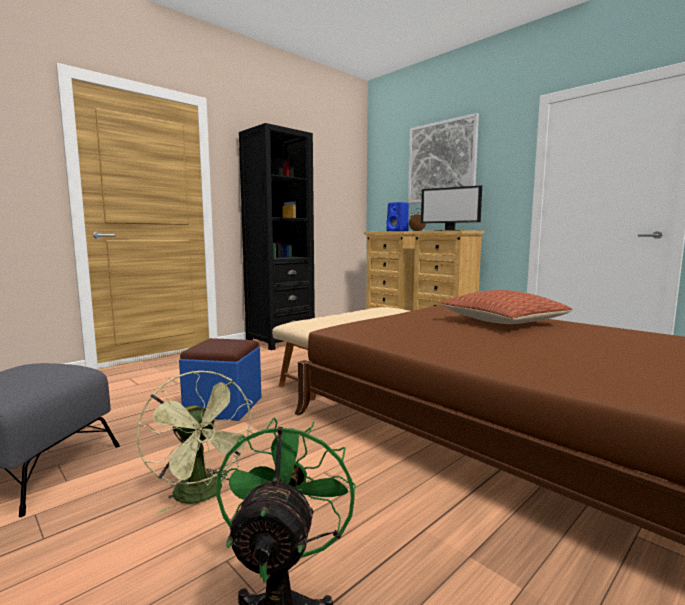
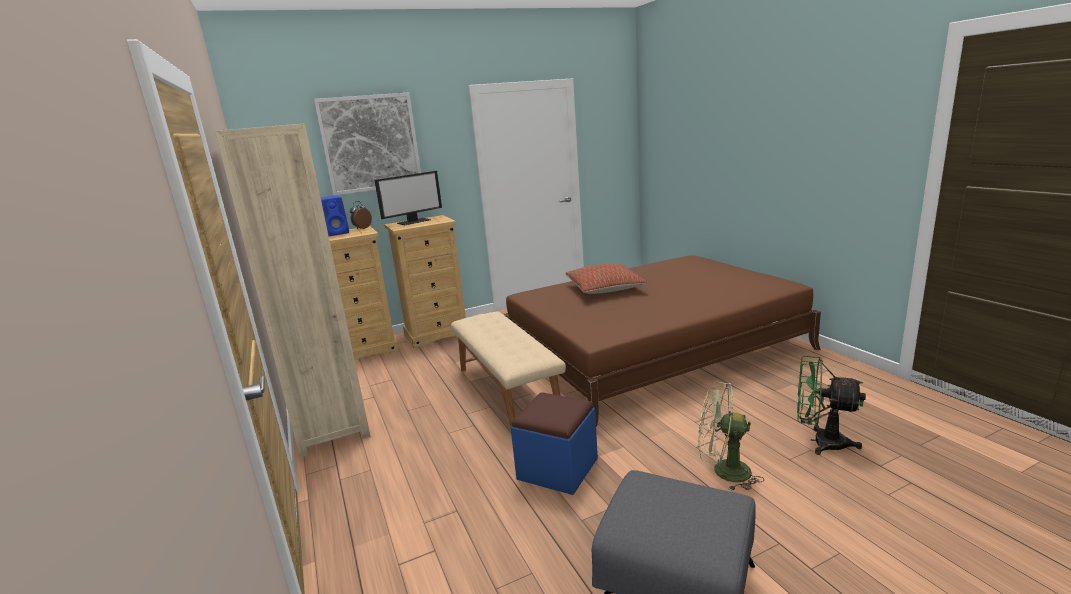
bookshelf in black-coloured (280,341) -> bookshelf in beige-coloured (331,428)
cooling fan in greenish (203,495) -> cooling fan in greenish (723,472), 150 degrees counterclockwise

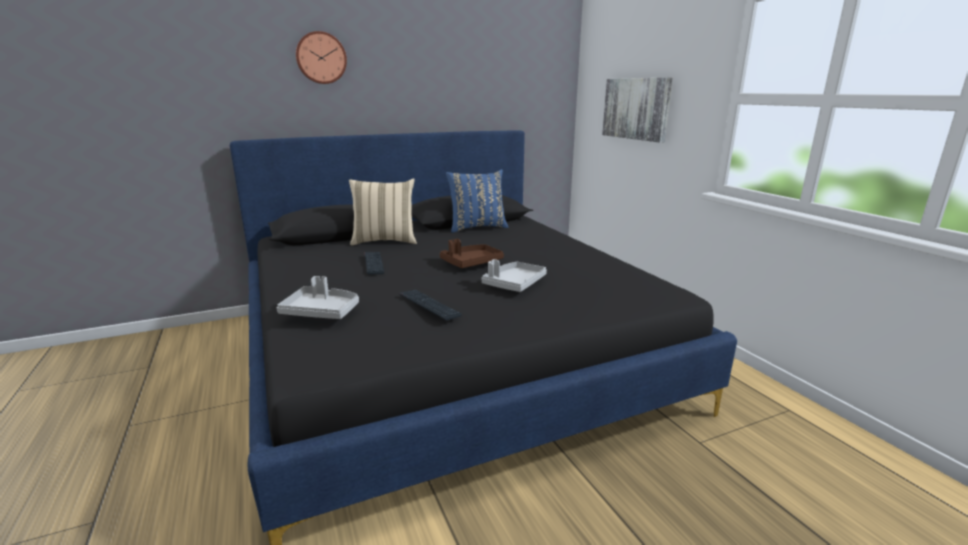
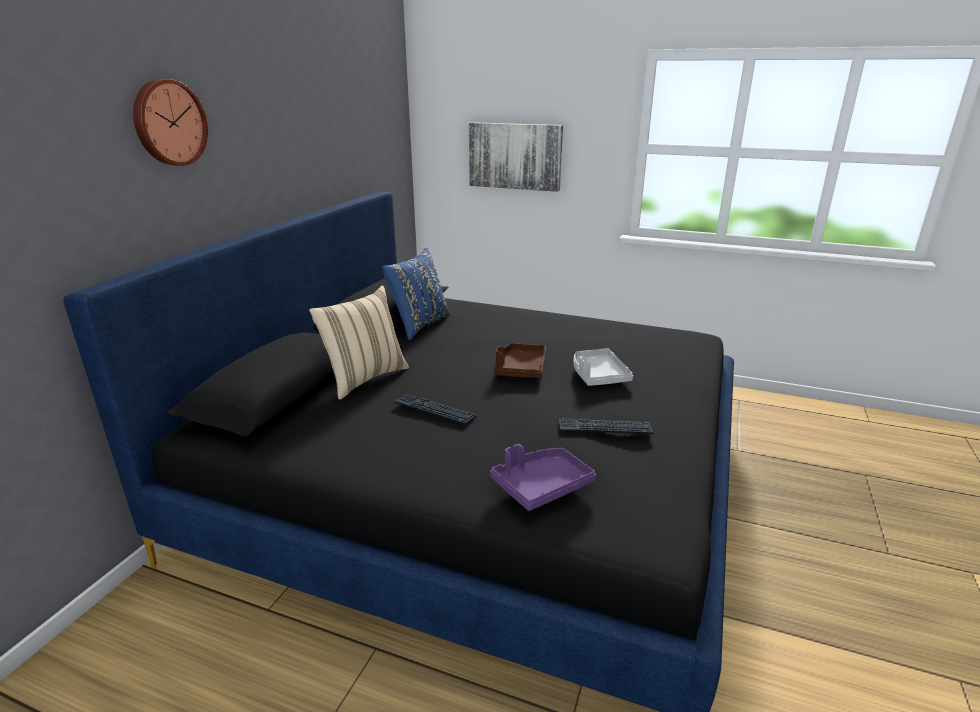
carrying tray in greyish (321,312) -> carrying tray in purple-coloured (541,486)

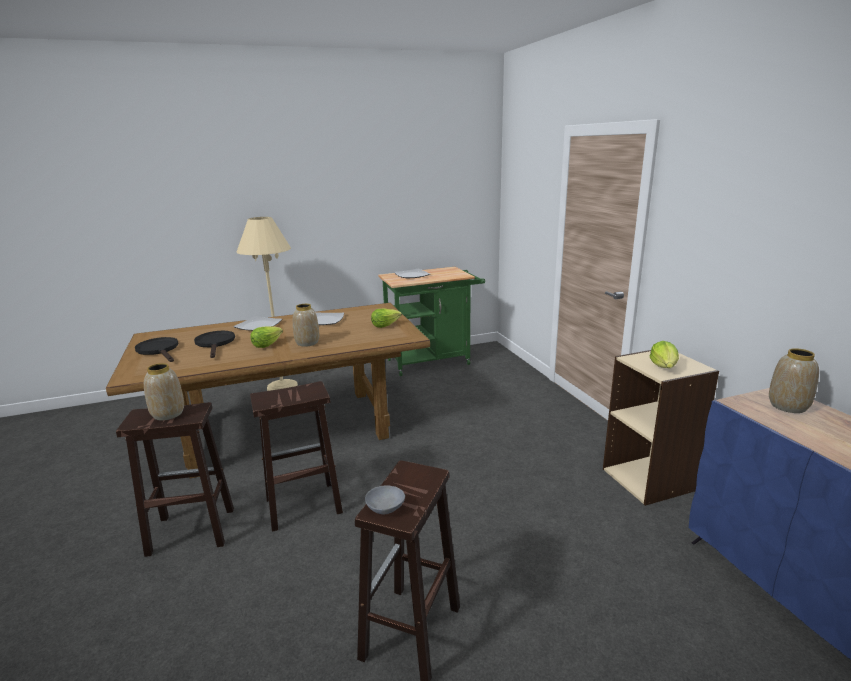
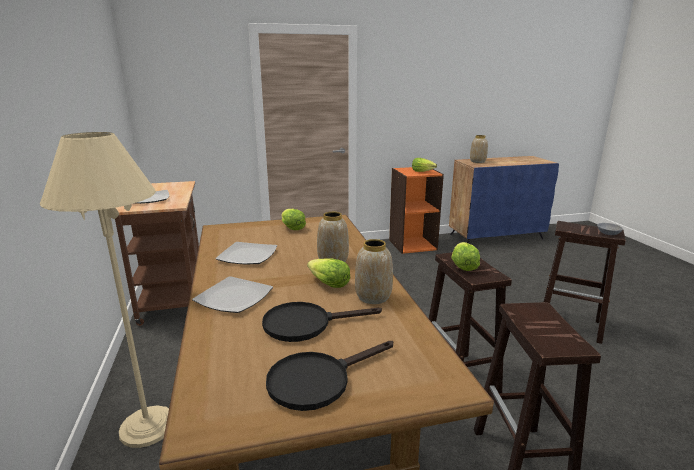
none -> head of lettuce (463,265)
flower vase (168,414) -> flower vase (373,297), shifted
cart in greenish (433,361) -> cart in brown-coloured (174,296)
bookshelf in beige-coloured (649,479) -> bookshelf in orange-coloured (412,244)

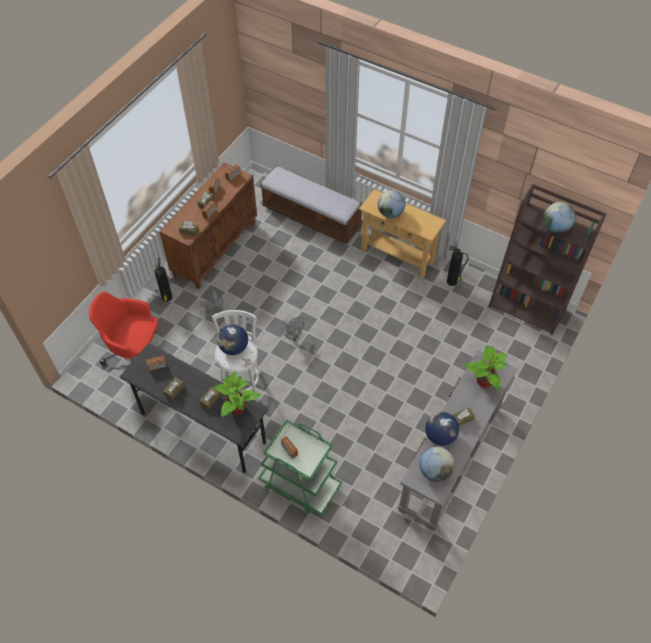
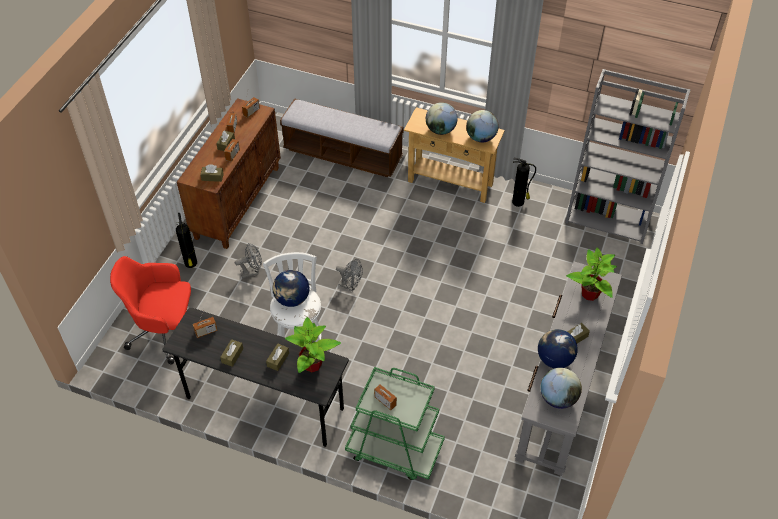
globe (555,227) -> globe (481,138), shifted
bookshelf in brown-coloured (528,307) -> bookshelf in greyish (609,218)

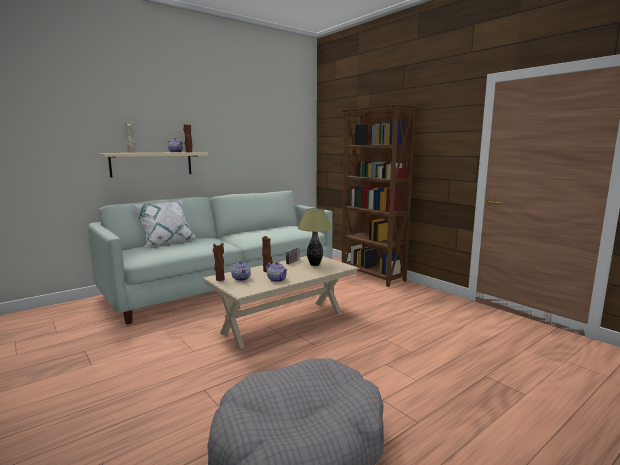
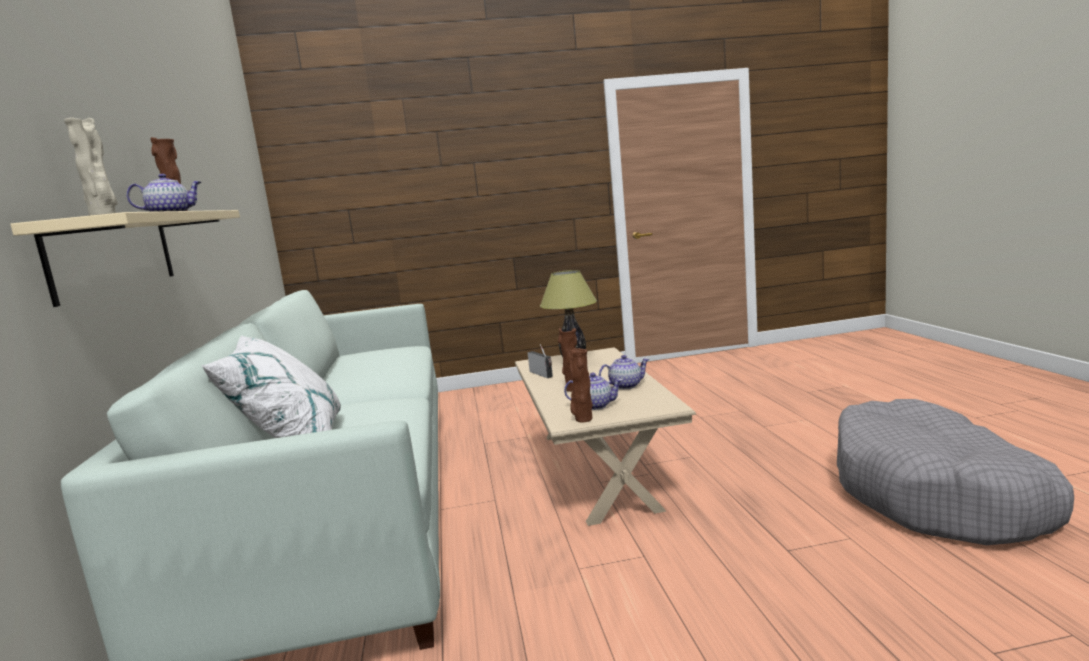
bookshelf in brown-coloured (372,276) -> none

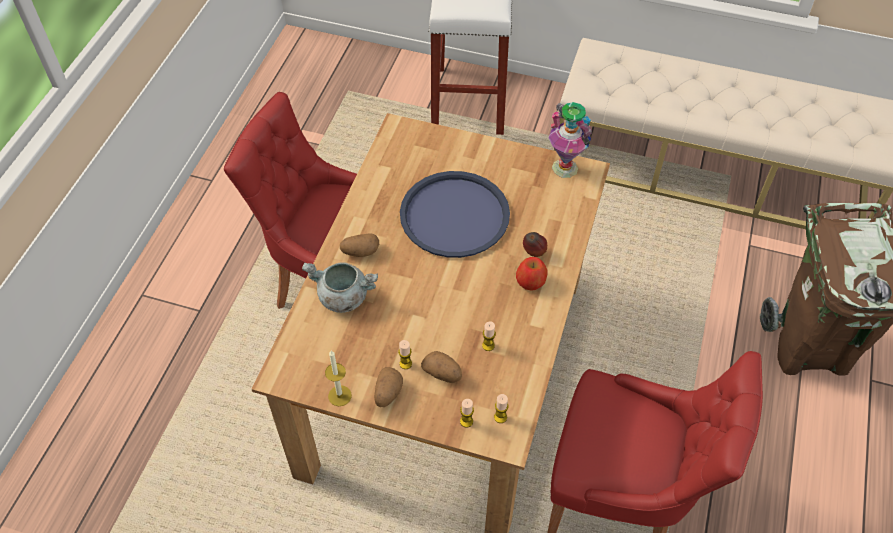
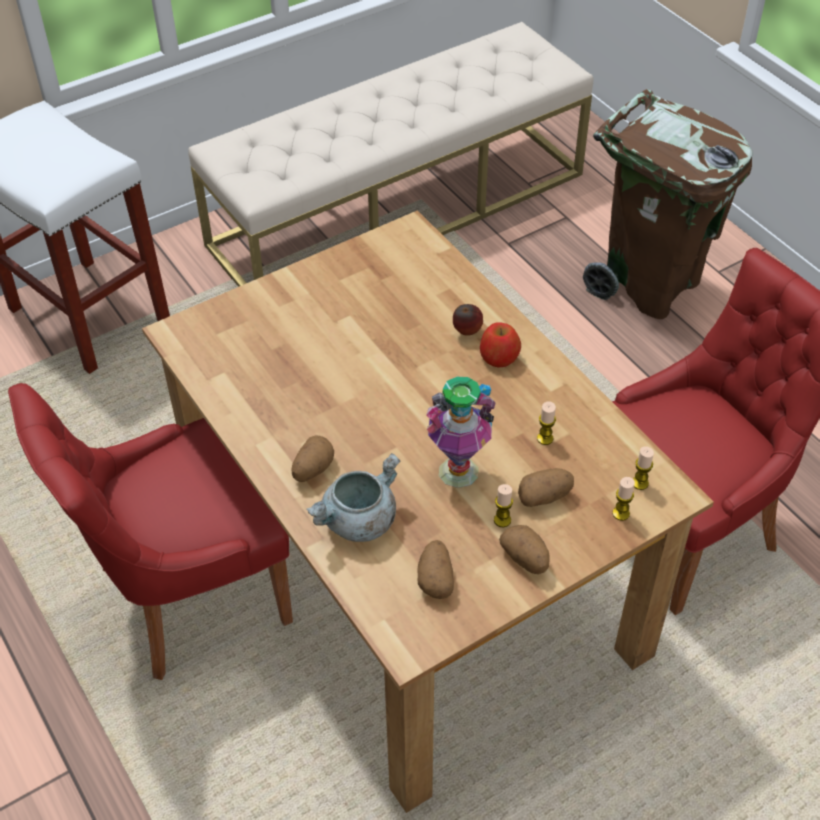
wax light (339,395) -> none
carrying tray in blue (455,215) -> none
none -> whole potato (436,579)
flower vase (565,167) -> flower vase (458,471), shifted

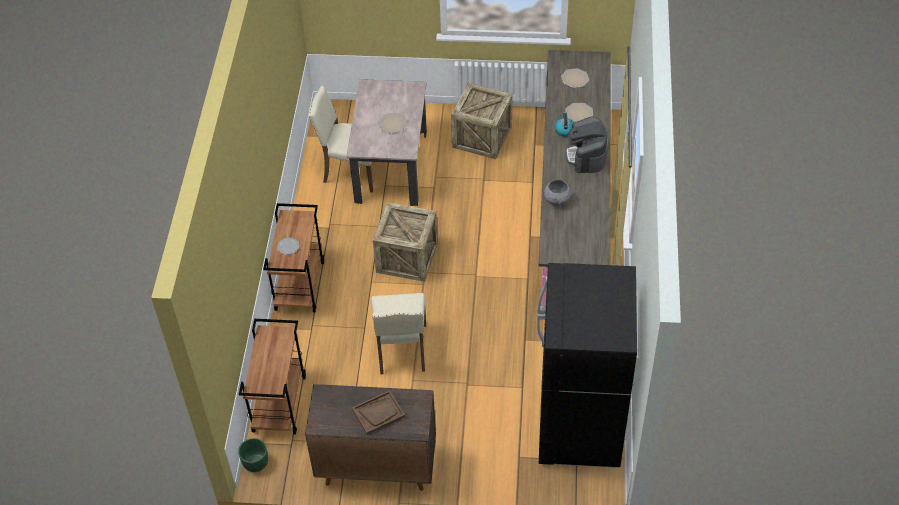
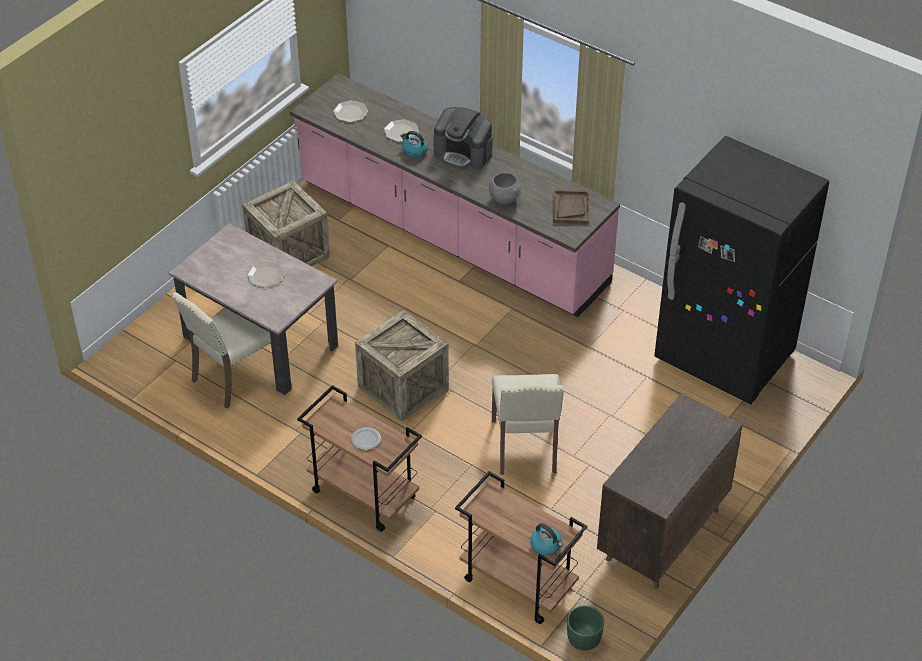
none -> water kettle (546,545)
carrying tray in brown-coloured (378,413) -> carrying tray in brown-coloured (570,208), shifted
upright chair in beige-coloured (401,350) -> upright chair in beige-coloured (526,447), 60 degrees clockwise

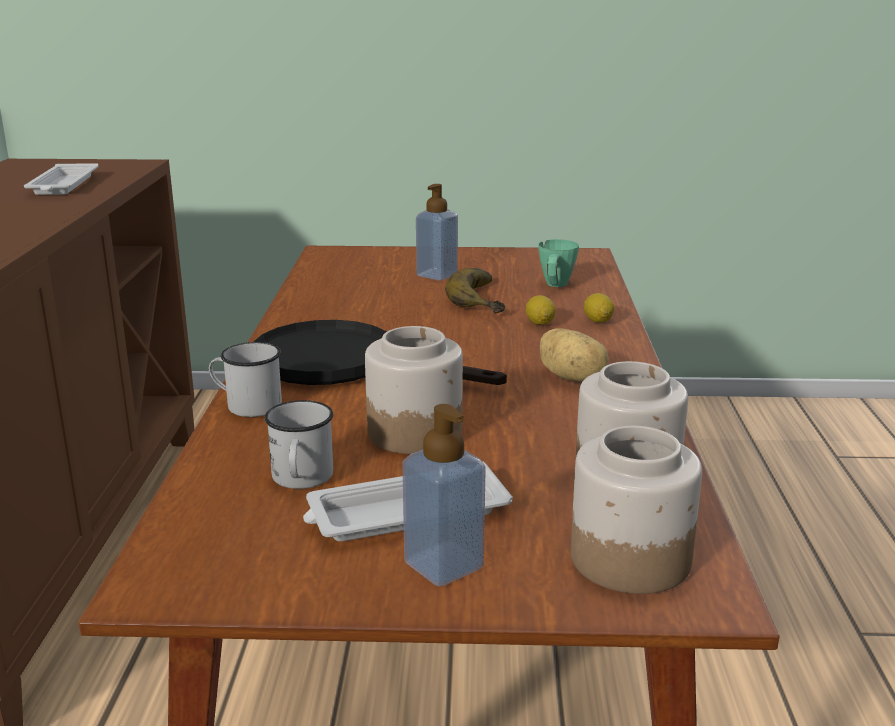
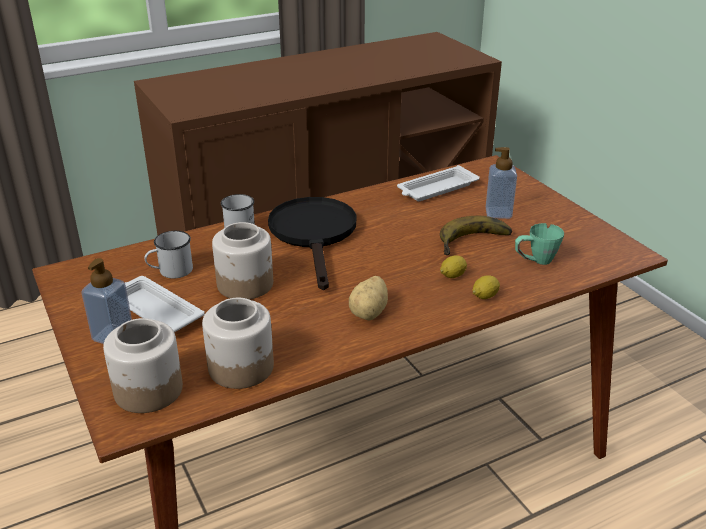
carrying tray in white (63,185) -> carrying tray in white (436,189), shifted

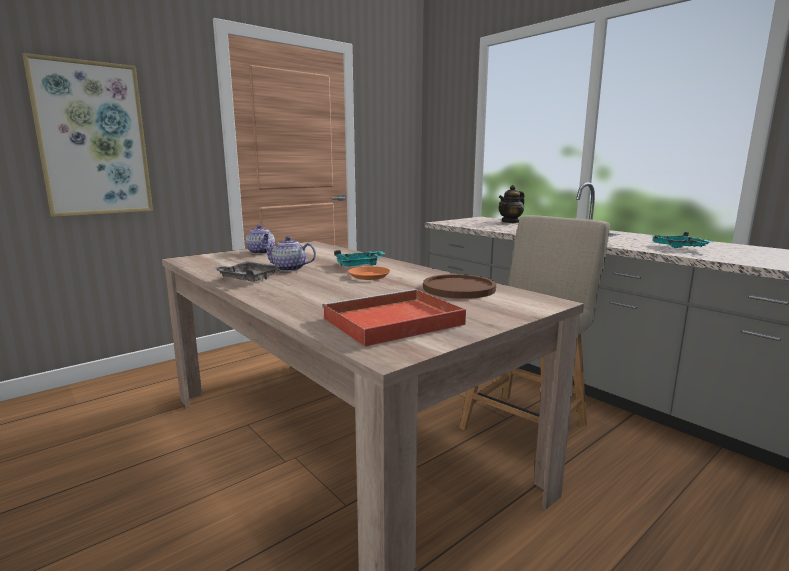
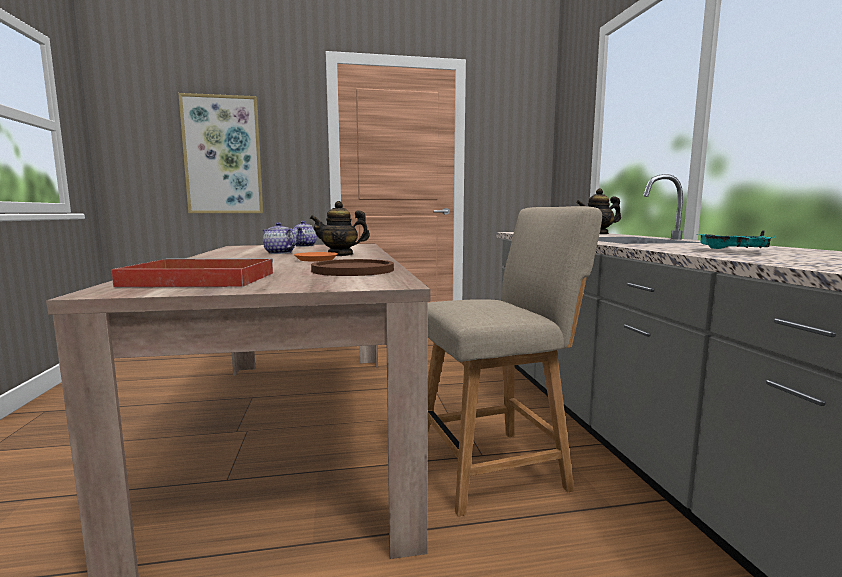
carrying tray in greyish (248,278) -> none
carrying tray in blue-green (360,265) -> pot for tea (340,255)

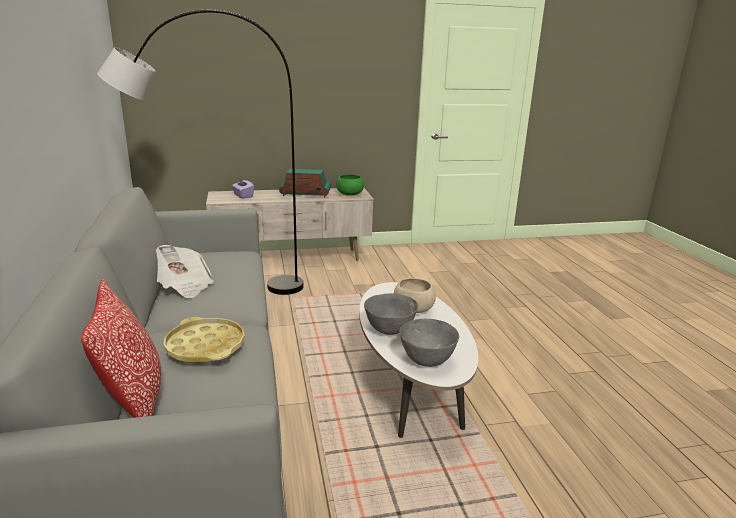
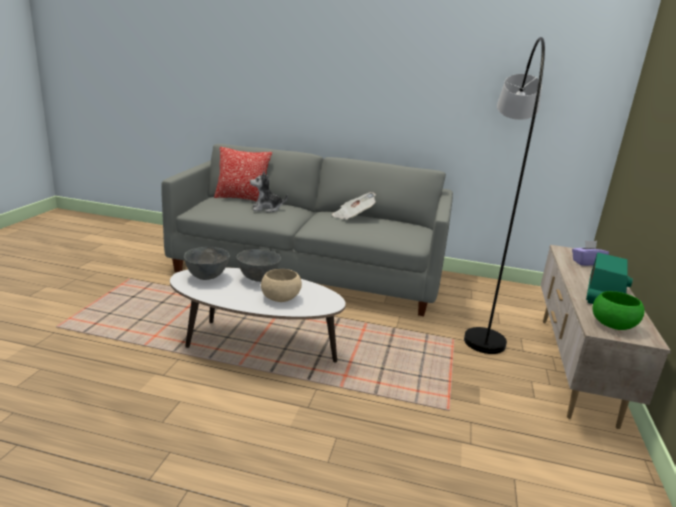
carrying tray in yellowish (205,346) -> cuddly toy (266,209)

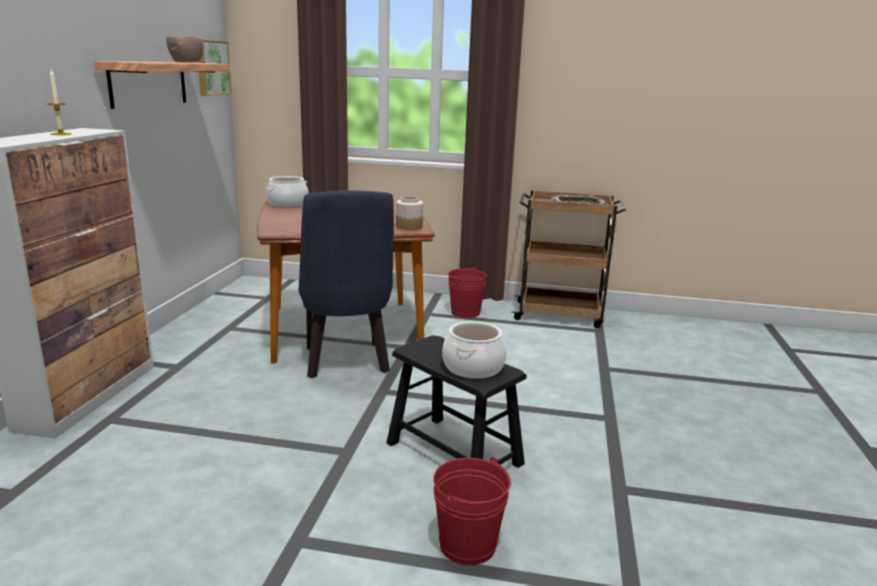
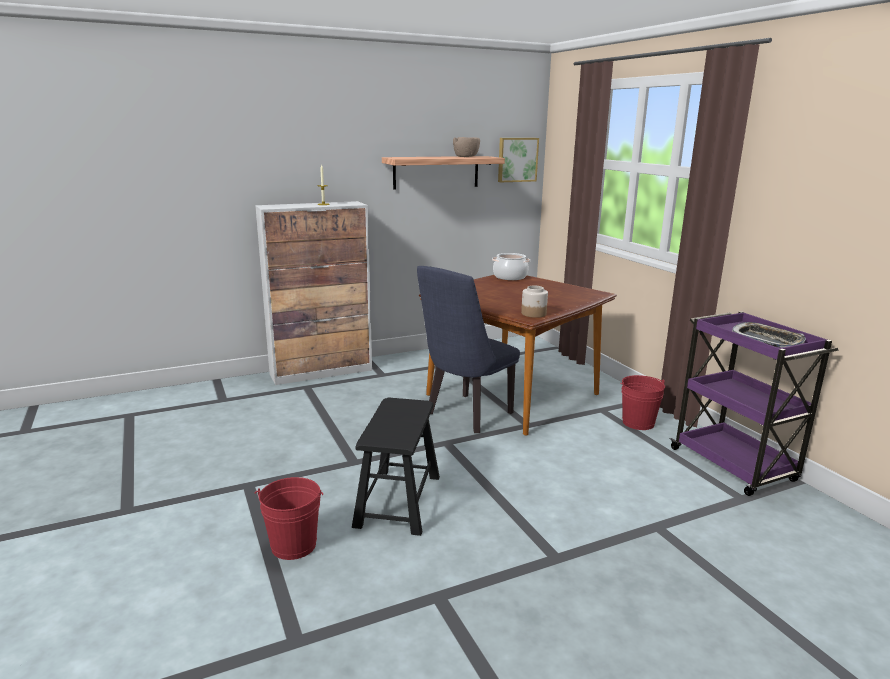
saucepot (473,367) -> none
cart in brown-coloured (560,314) -> cart in purple-coloured (734,466)

